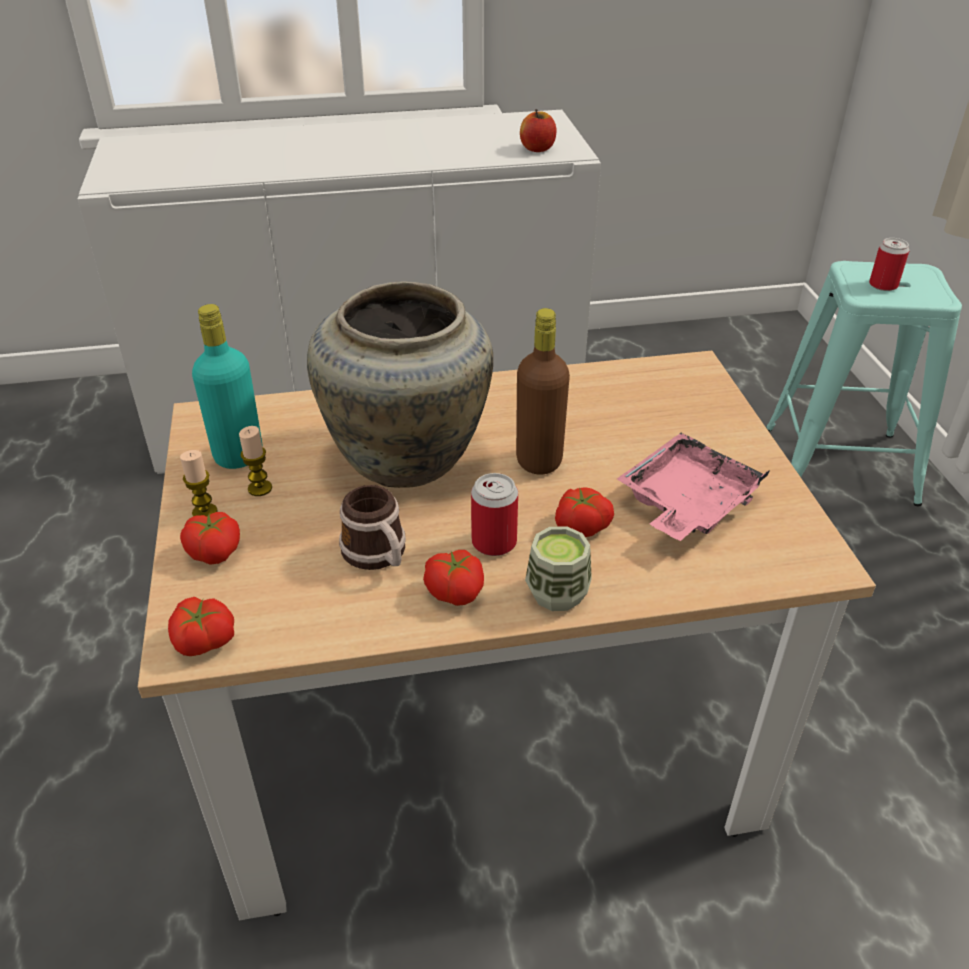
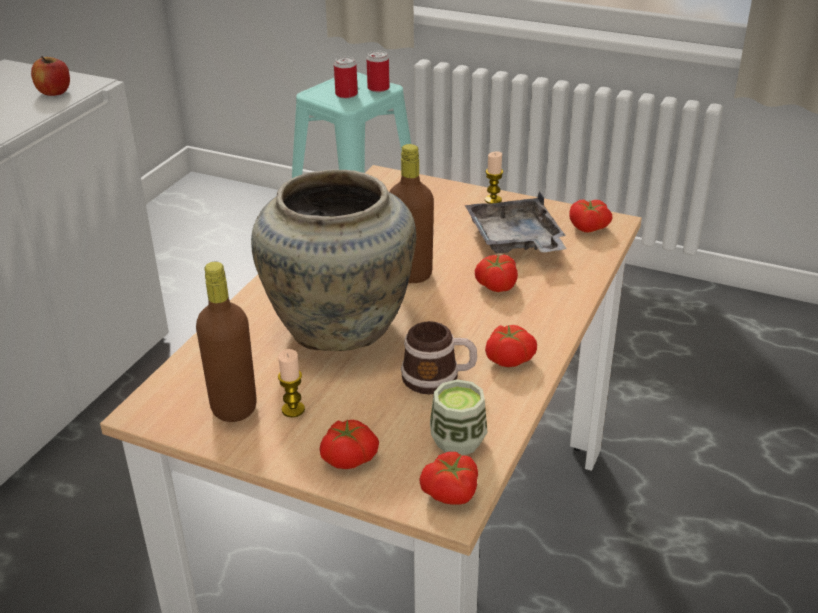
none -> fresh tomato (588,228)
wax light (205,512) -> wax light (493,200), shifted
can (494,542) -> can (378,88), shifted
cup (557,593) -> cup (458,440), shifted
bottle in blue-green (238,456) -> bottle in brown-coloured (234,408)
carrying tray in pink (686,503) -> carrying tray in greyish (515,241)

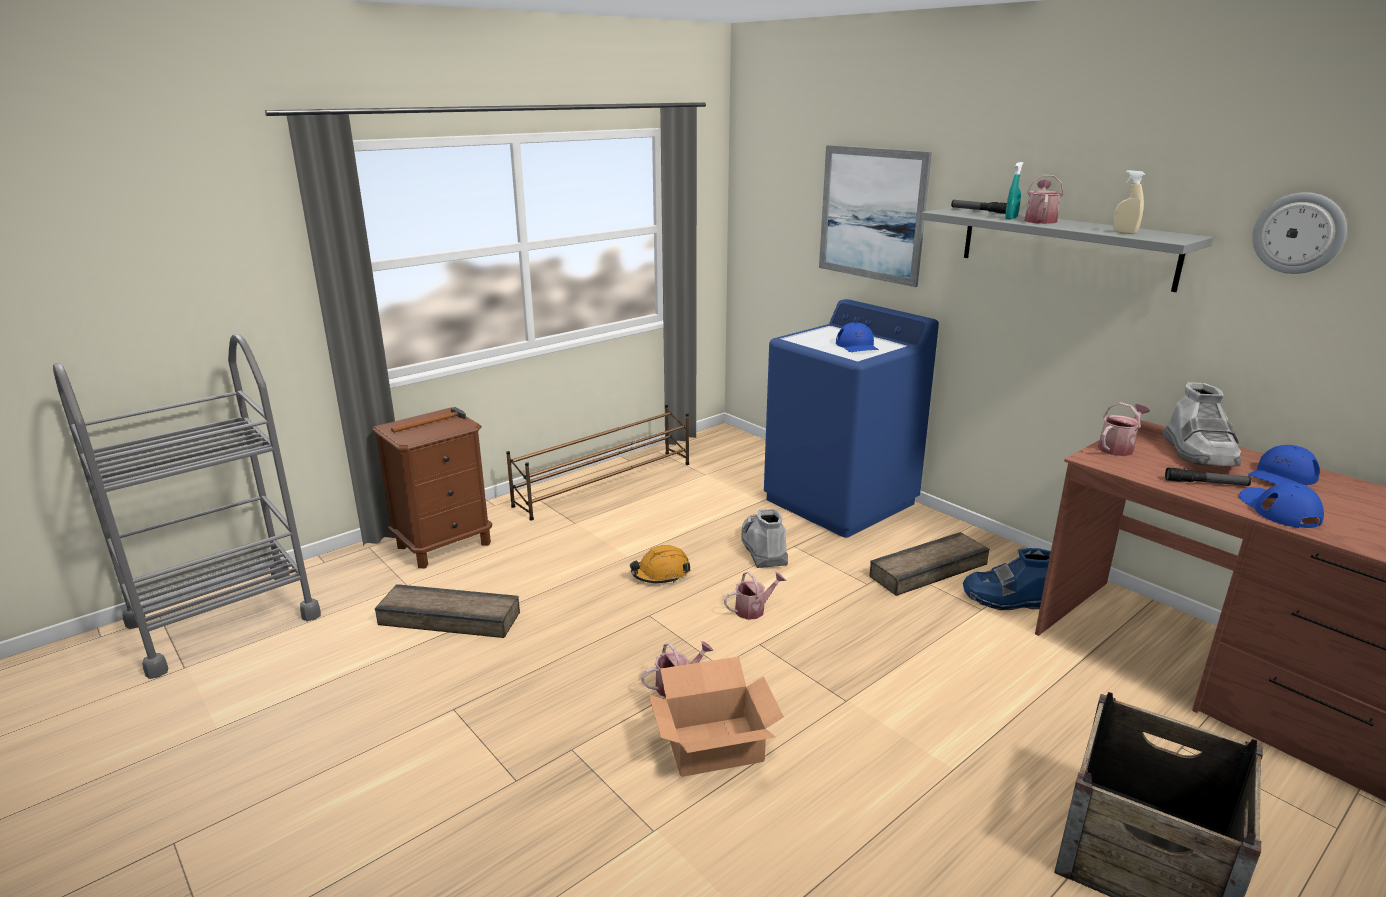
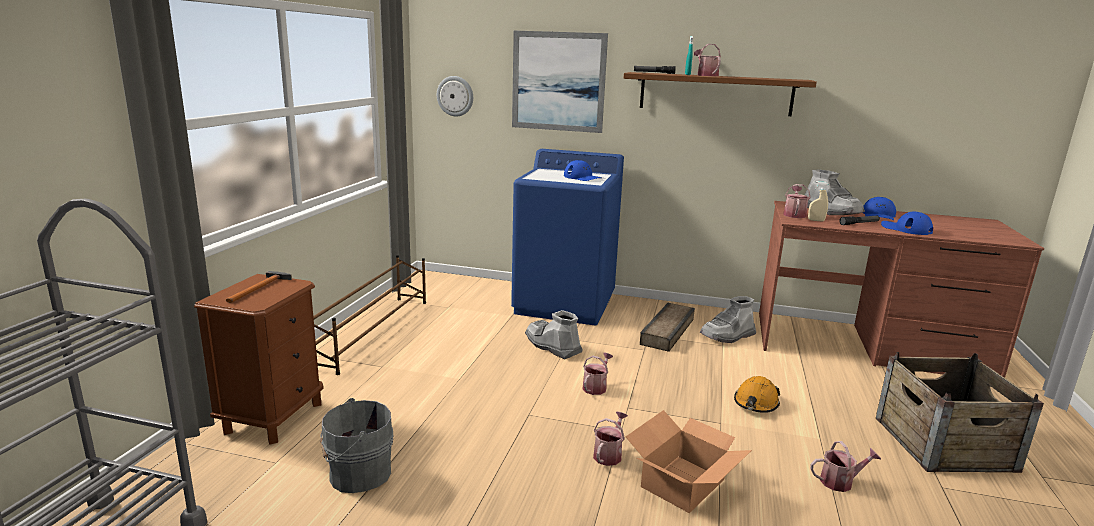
none -> sprinkling can (840,481)
hard hat in orange-coloured (661,574) -> hard hat in orange-coloured (756,403), shifted
hand sprayer in beige-coloured (1124,233) -> hand sprayer in beige-coloured (816,220), shifted
clock on the wall (1298,233) -> clock on the wall (455,96), shifted
crate (450,617) -> pail in greyish (357,474)
shelf in greyish (1065,247) -> shelf in brown-coloured (715,94)
boot in blue (1007,599) -> boot in greyish (727,336)

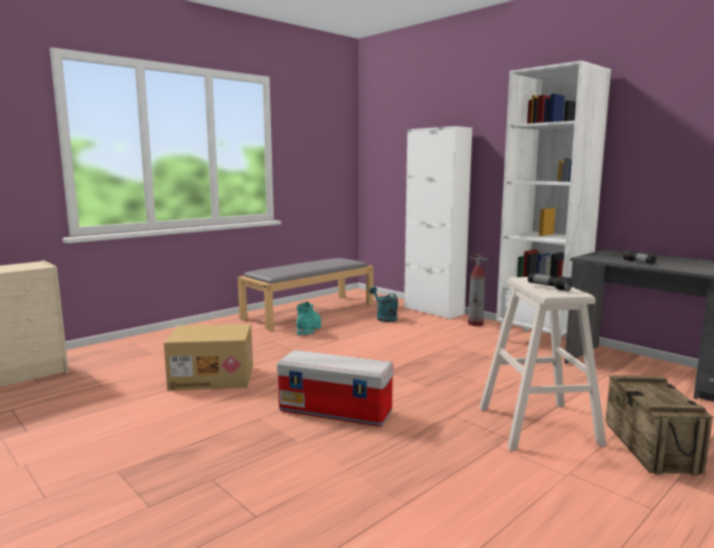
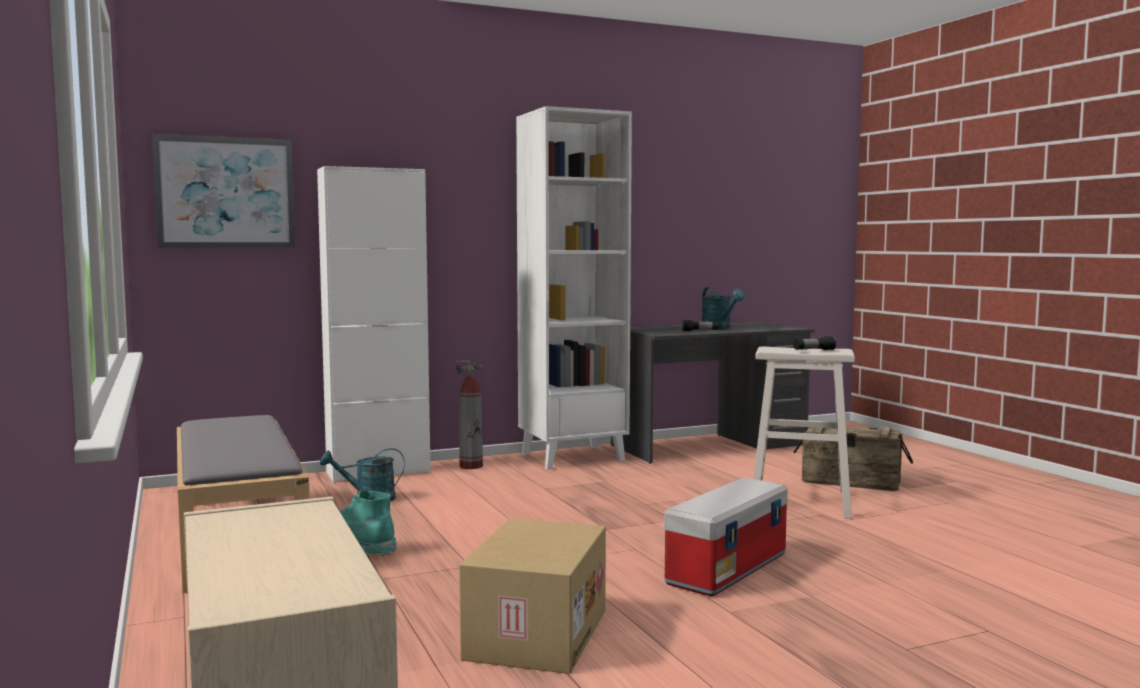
none -> wall picture (225,193)
none -> sprinkling can in blue-green (720,328)

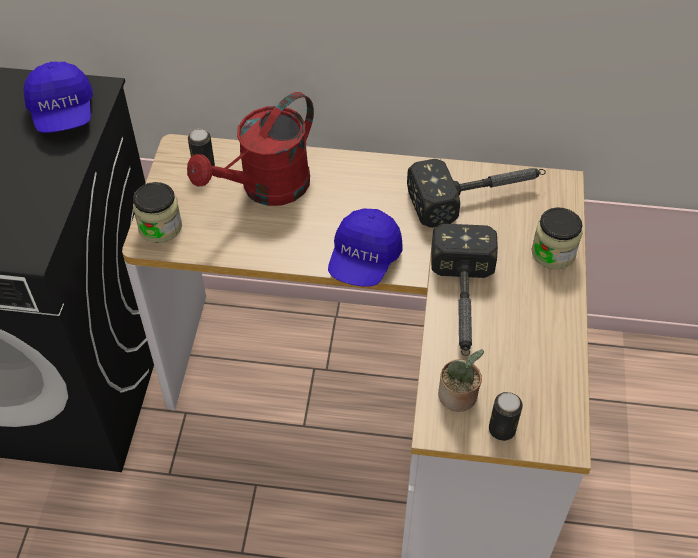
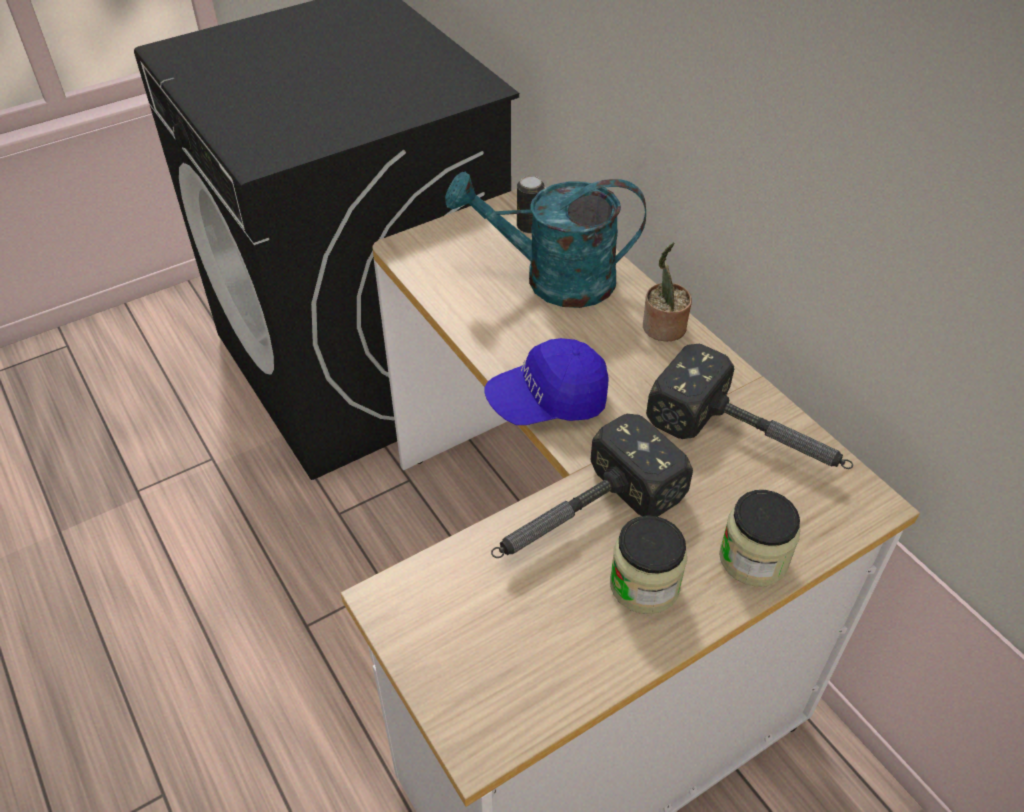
cap in blue (63,113) -> none
can (502,429) -> none
storage jar (160,227) -> storage jar (644,585), shifted
houseplant (459,397) -> houseplant (663,329), shifted
sprinkling can in reddish (266,189) -> sprinkling can in blue-green (553,280)

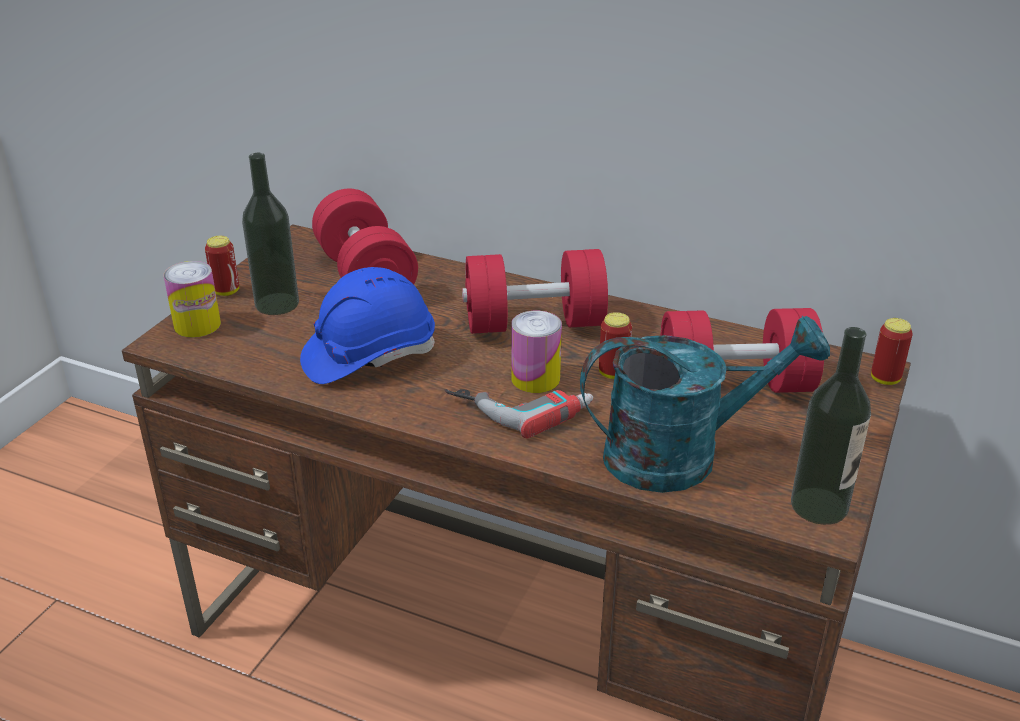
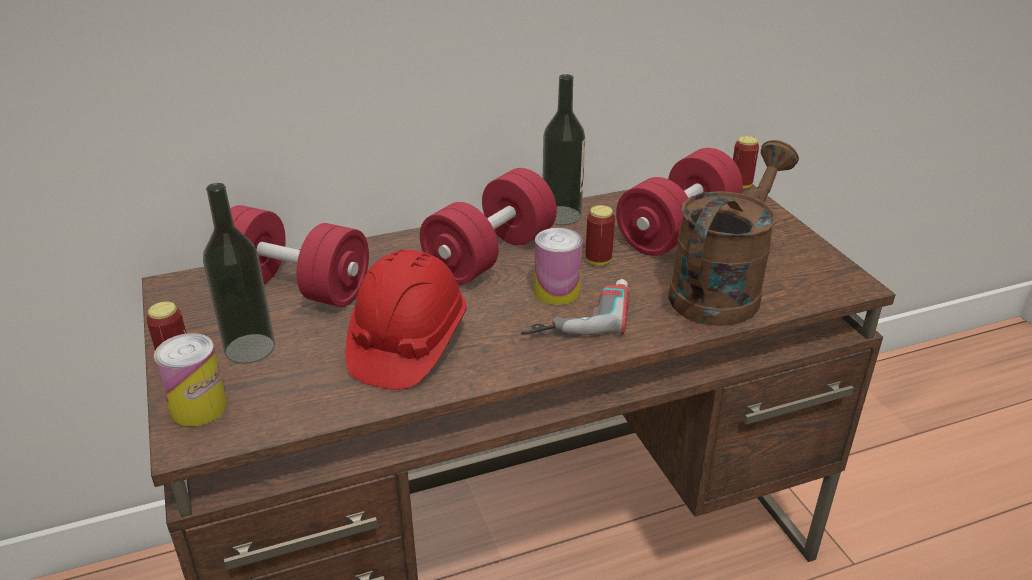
bottle (819,506) -> bottle (561,215), shifted
hard hat in blue (369,355) -> hard hat in reddish (407,344)
sprinkling can in blue-green (681,454) -> sprinkling can in brown-coloured (722,288)

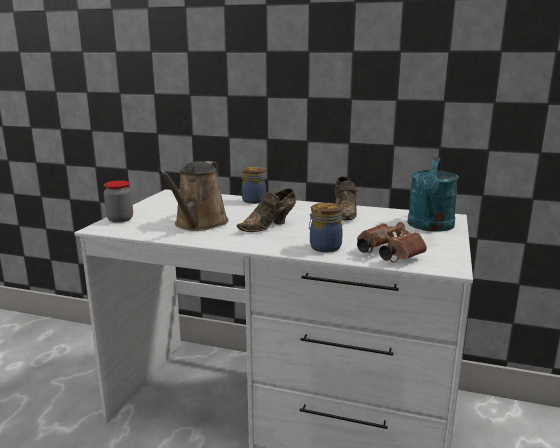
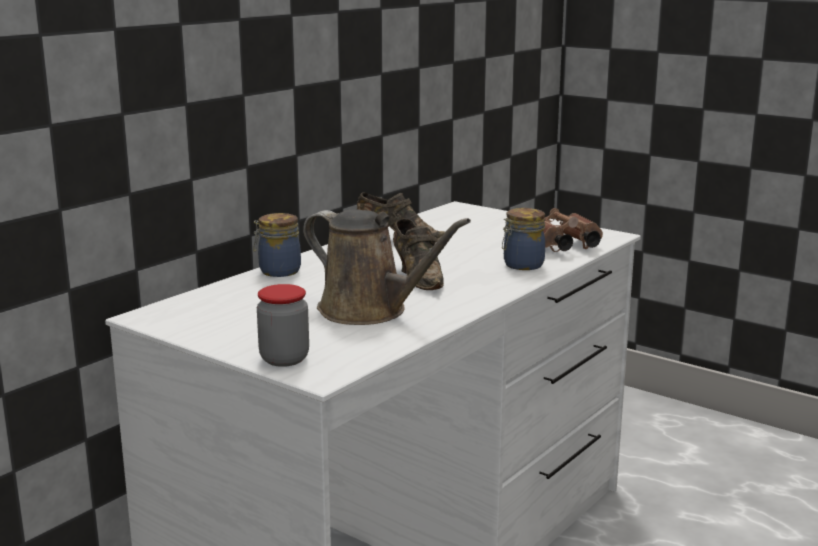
sprinkling can in blue-green (429,227) -> none

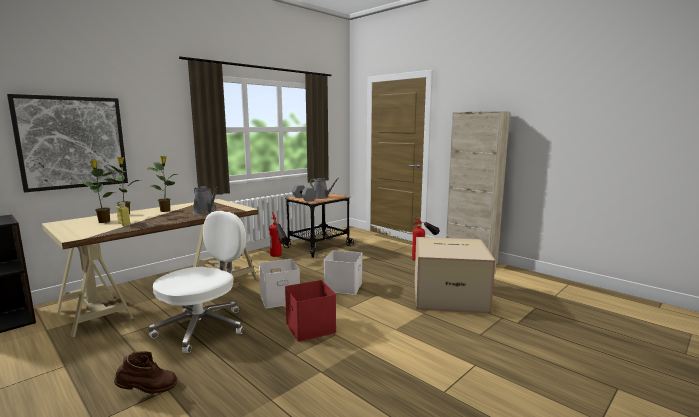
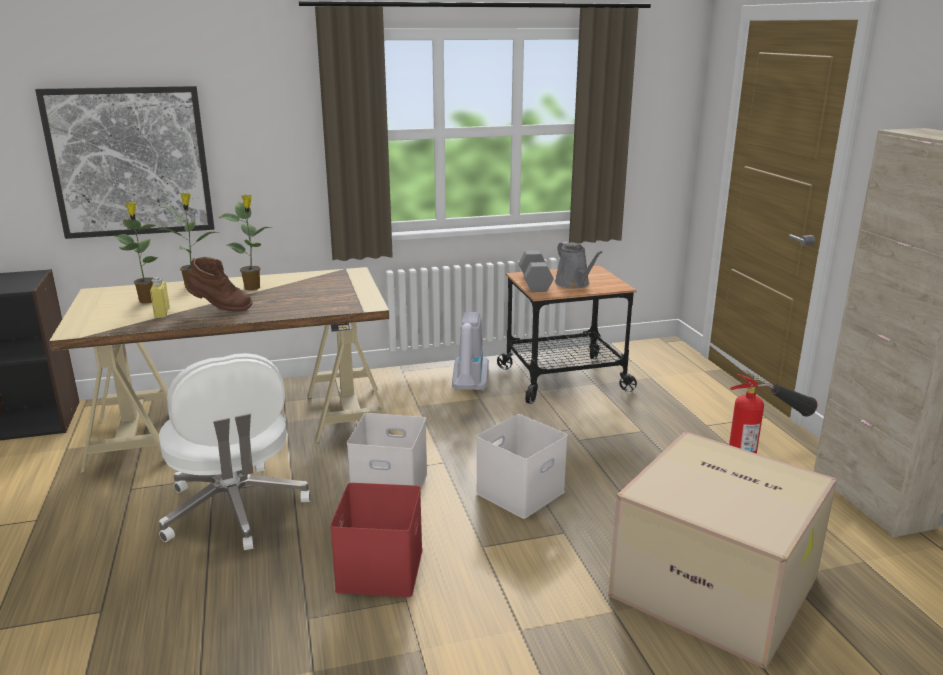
sprinkling can in greyish (206,212) -> none
boot in brown-coloured (148,392) -> boot in brown-coloured (220,308), shifted
extinguisher (279,258) -> hoover (469,391)
computer chair in white (203,327) -> computer chair in white (234,510), 90 degrees clockwise

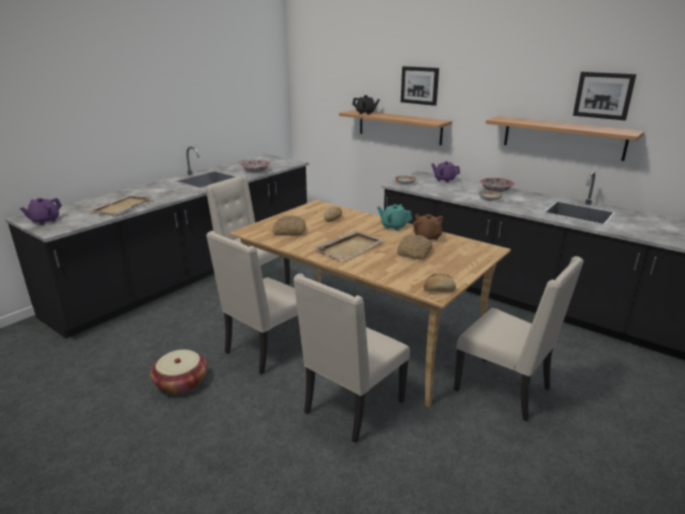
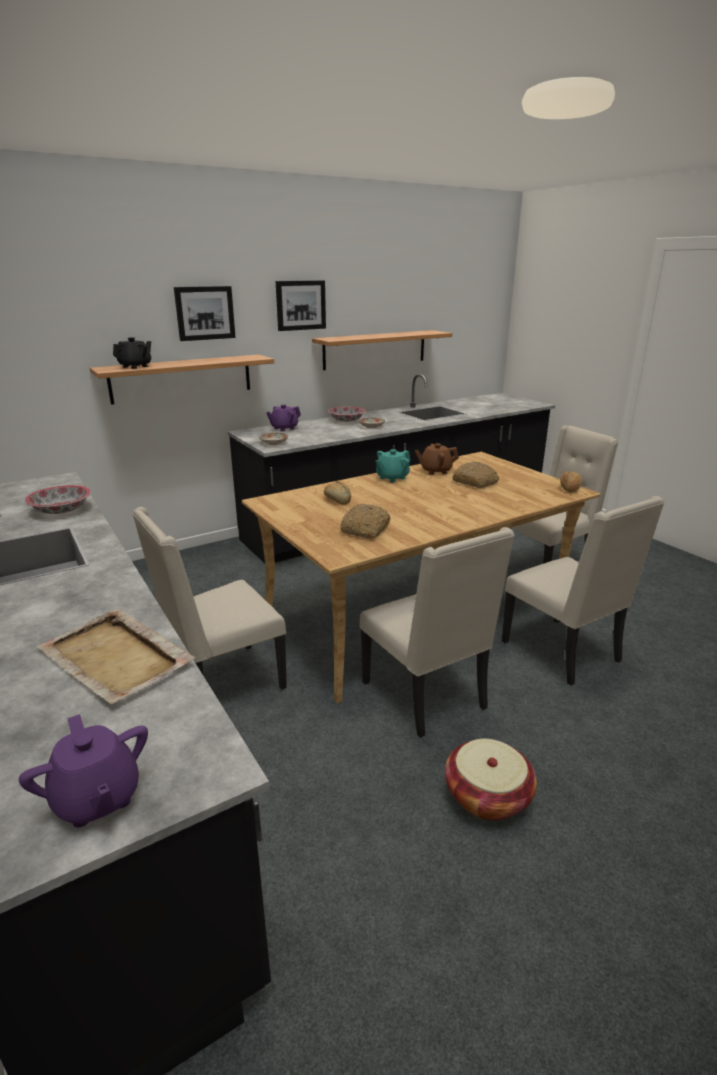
carrying tray in beige-coloured (349,247) -> none
wall picture (603,95) -> wall picture (300,305), shifted

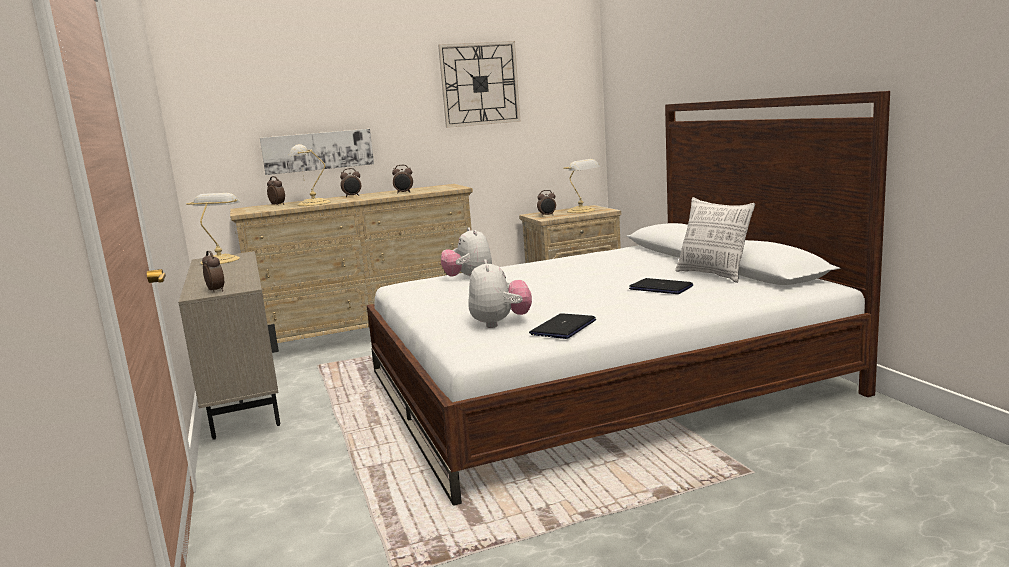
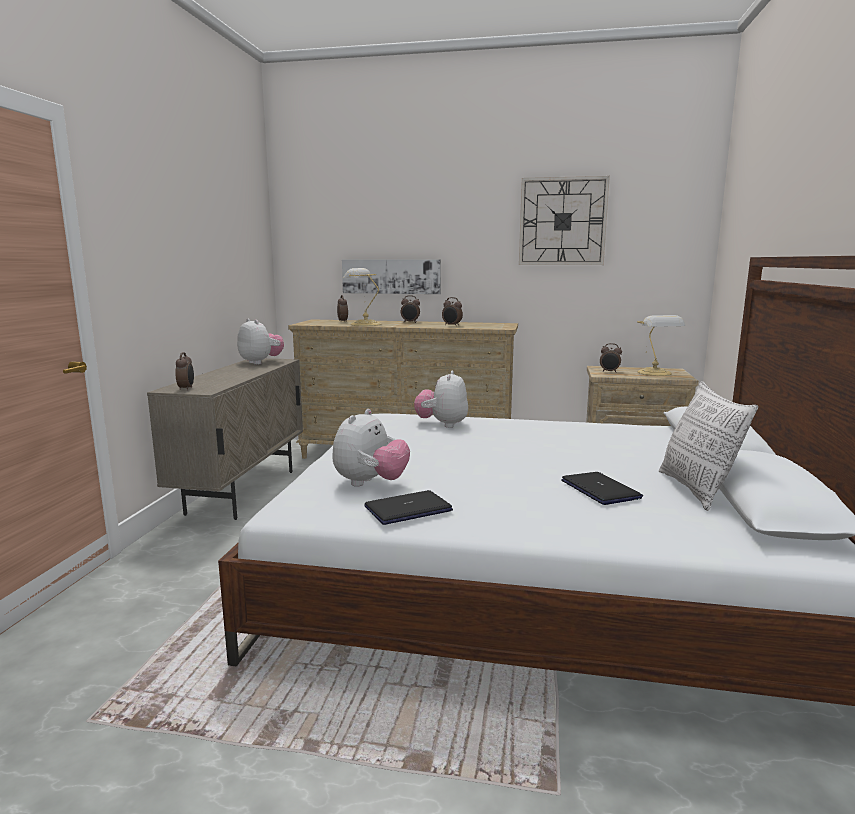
table lamp (221,260) -> cuddly toy (261,362)

